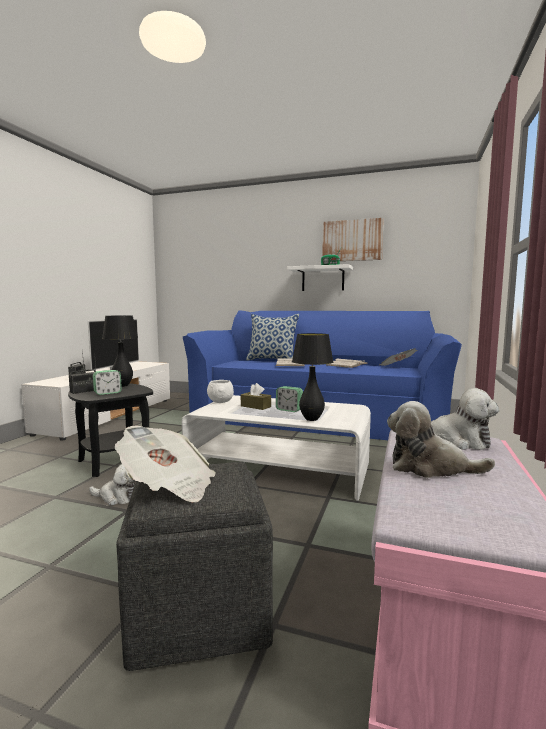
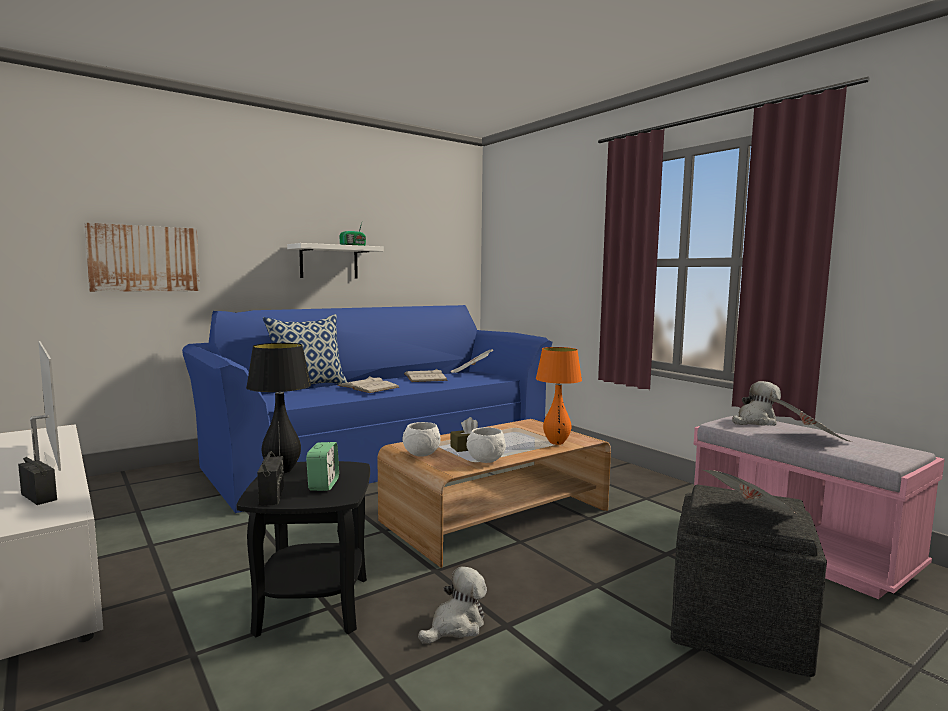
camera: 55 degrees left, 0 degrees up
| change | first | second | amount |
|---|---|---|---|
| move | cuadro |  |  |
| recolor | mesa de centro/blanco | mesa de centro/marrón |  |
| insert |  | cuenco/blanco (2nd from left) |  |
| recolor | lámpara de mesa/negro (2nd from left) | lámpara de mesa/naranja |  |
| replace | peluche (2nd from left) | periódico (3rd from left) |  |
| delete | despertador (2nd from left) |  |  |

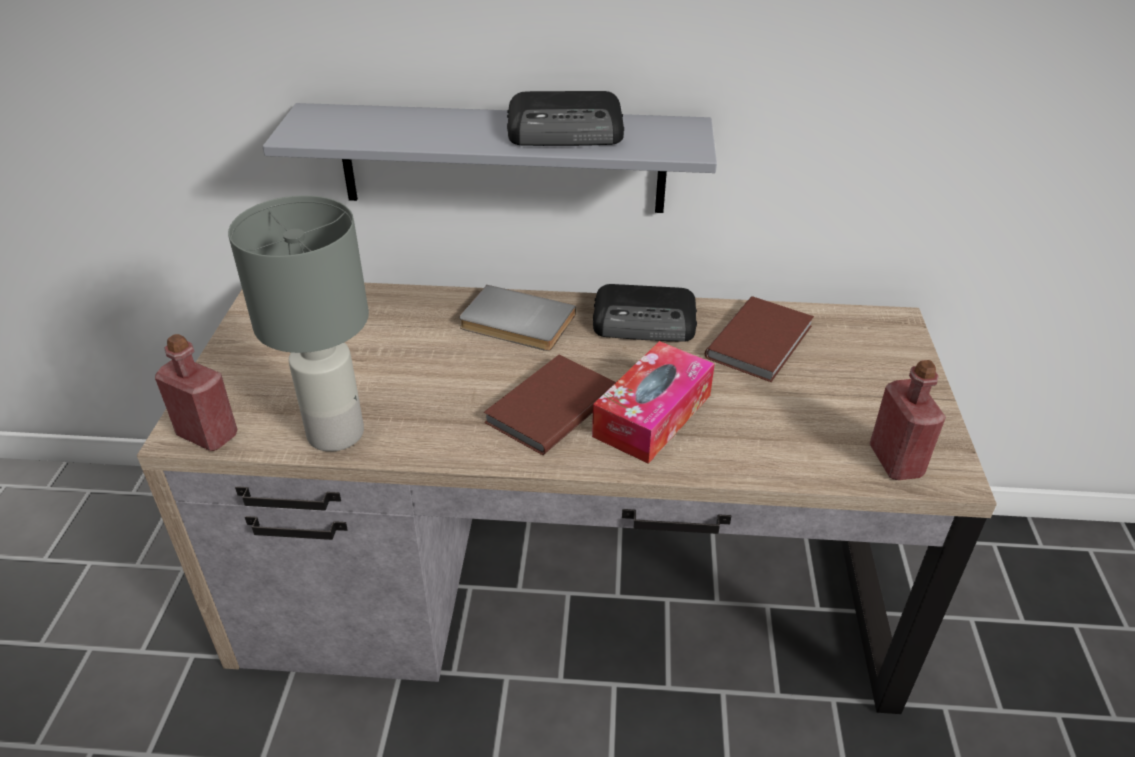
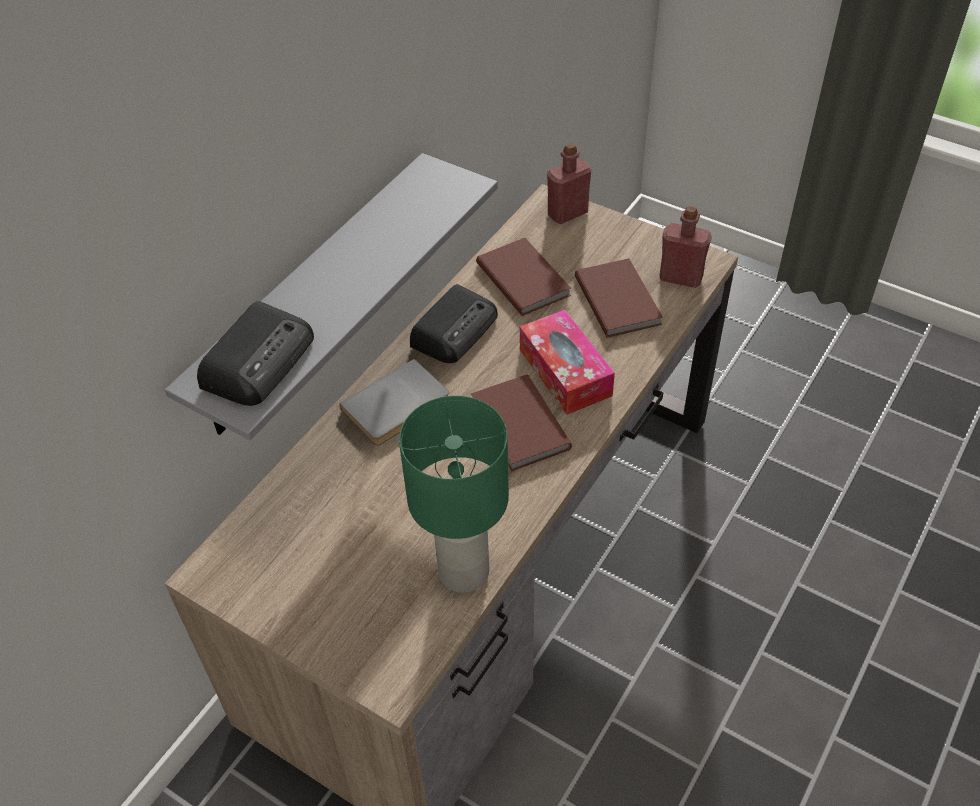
camera: 60 degrees left, 10 degrees up
| change | first | second | amount |
|---|---|---|---|
| move | radio (1st from left) |  |  |
| recolor | lámpara de mesa/gris | lámpara de mesa/verde |  |
| move | botella/rojo (1st from left) |  |  |
| insert |  | libro/marrón (3rd from left) |  |

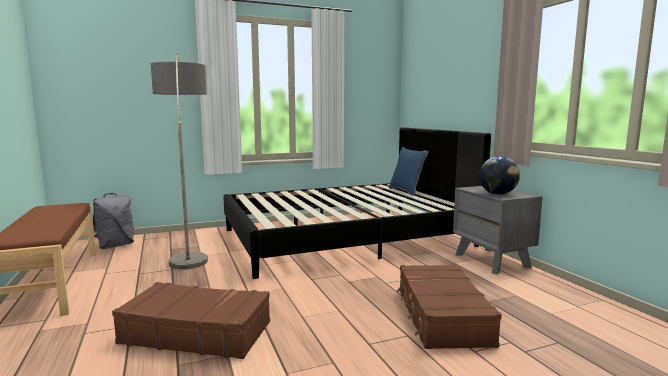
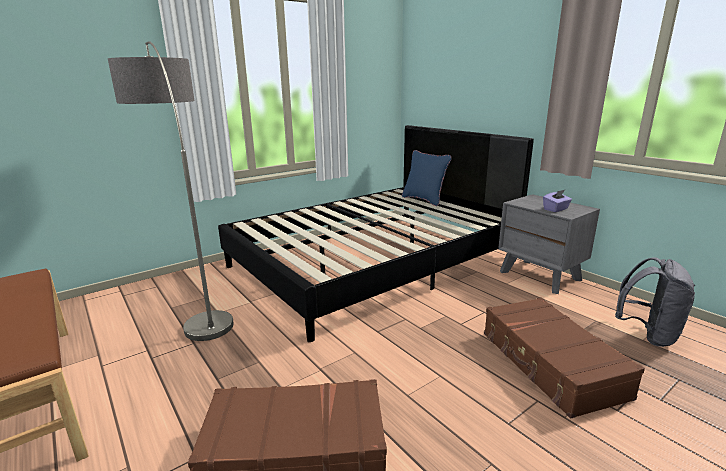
camera: 15 degrees left, 10 degrees up
| change | first | second | amount |
|---|---|---|---|
| replace | globo terráqueo | caja de pañuelos/morado |  |
| move | mochila/gris |  |  |

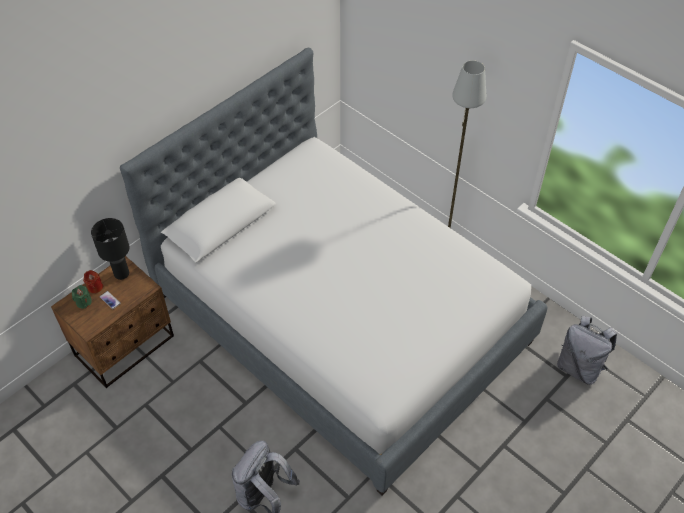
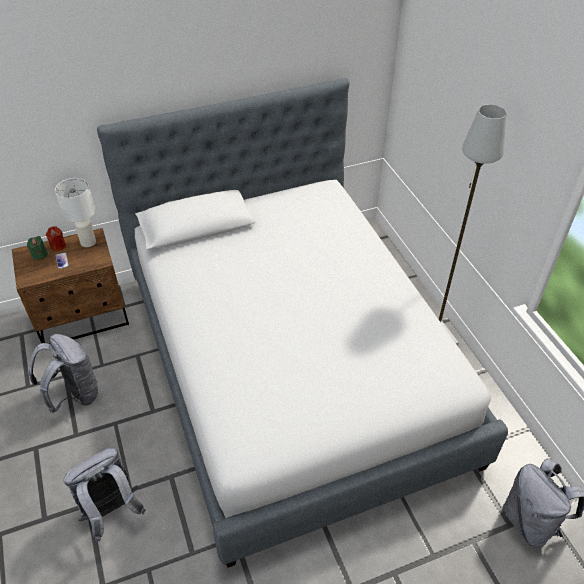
camera: 25 degrees right, 5 degrees down
| change | first | second | amount |
|---|---|---|---|
| insert |  | mochila/gris (1st from left) |  |
| recolor | lámpara de mesa/negro | lámpara de mesa/blanco |  |

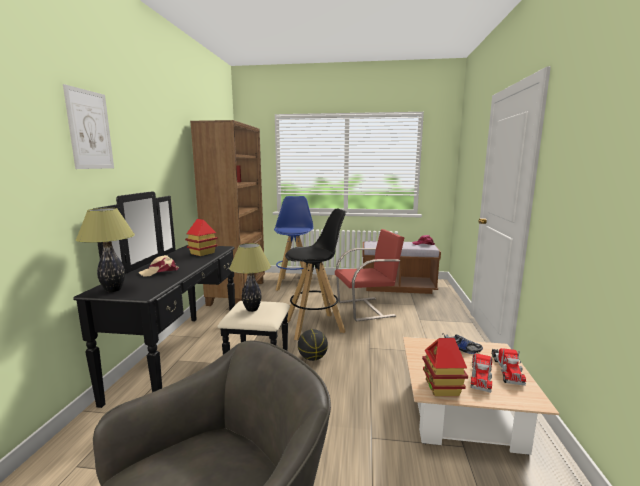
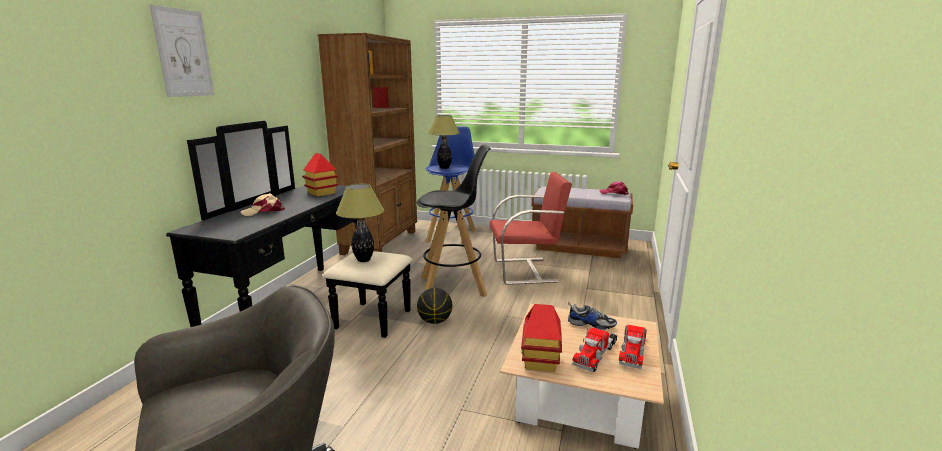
camera: 10 degrees right, 5 degrees up
| change | first | second | amount |
|---|---|---|---|
| move | lámpara de mesa (1st from left in the first image) | lámpara de mesa (2nd from left) |  |

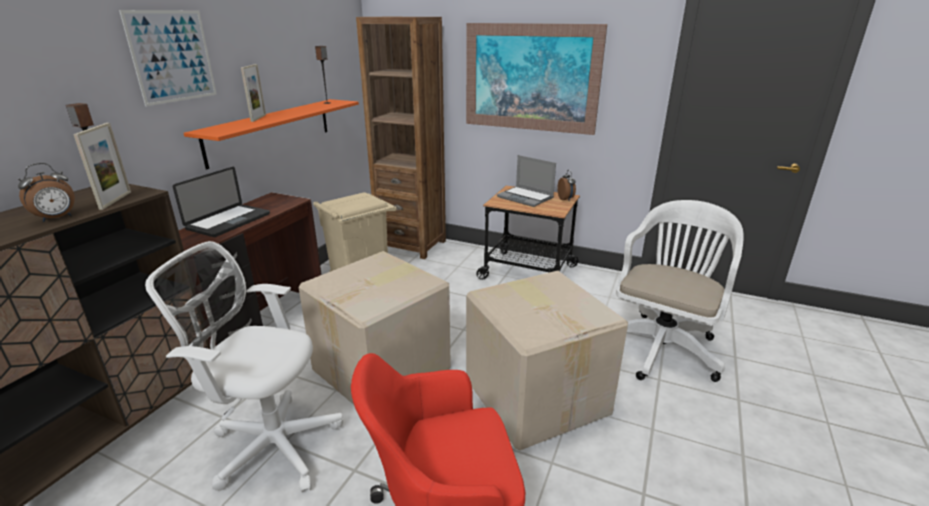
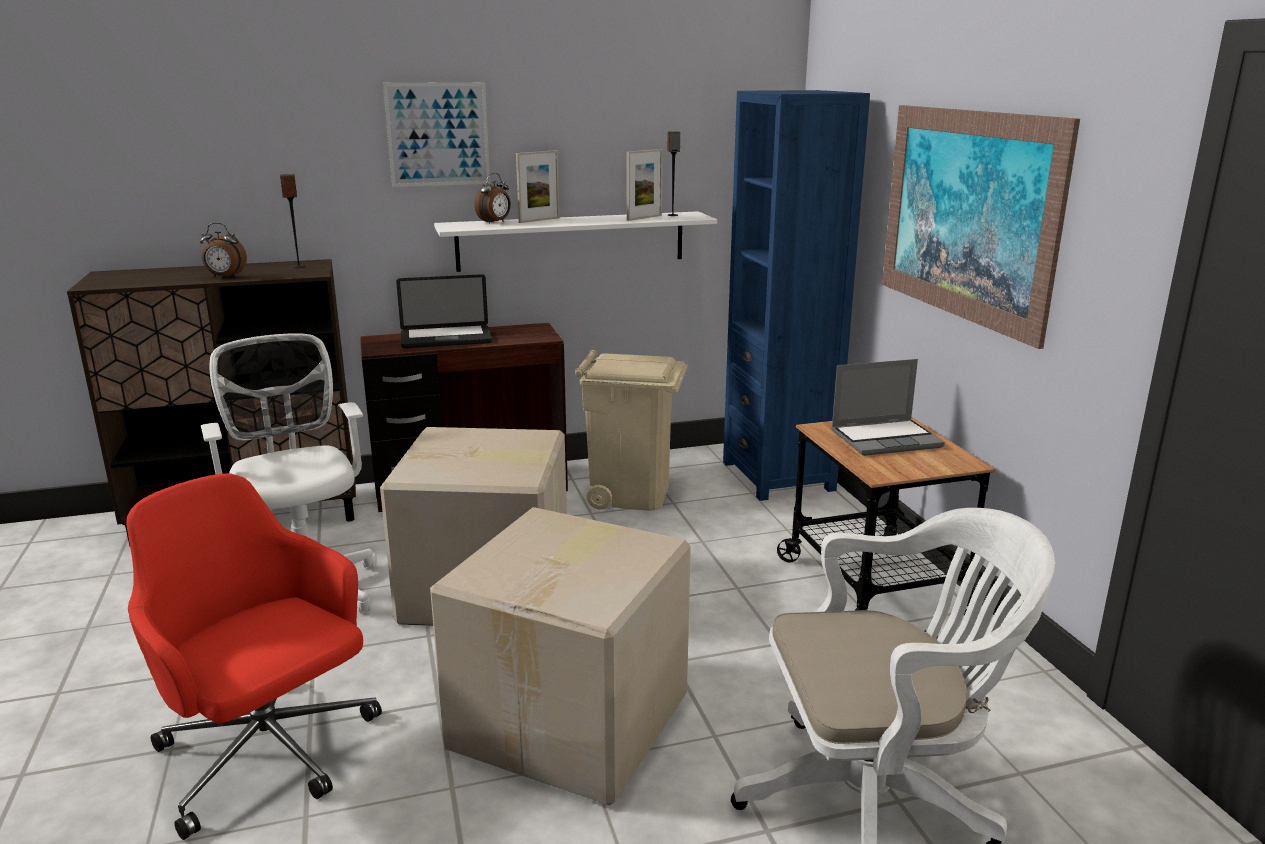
camera: 50 degrees right, 5 degrees down
| change | first | second | amount |
|---|---|---|---|
| recolor | estante/naranja | estante/blanco |  |
| move | despertador (2nd from left) |  |  |
| move | portarretratos (1st from left in the first image) | portarretratos (2nd from left) |  |
| recolor | estantería/marrón | estantería/azul |  |
| rotate | portátil (2nd from left) |  | 105 degrees counterclockwise |

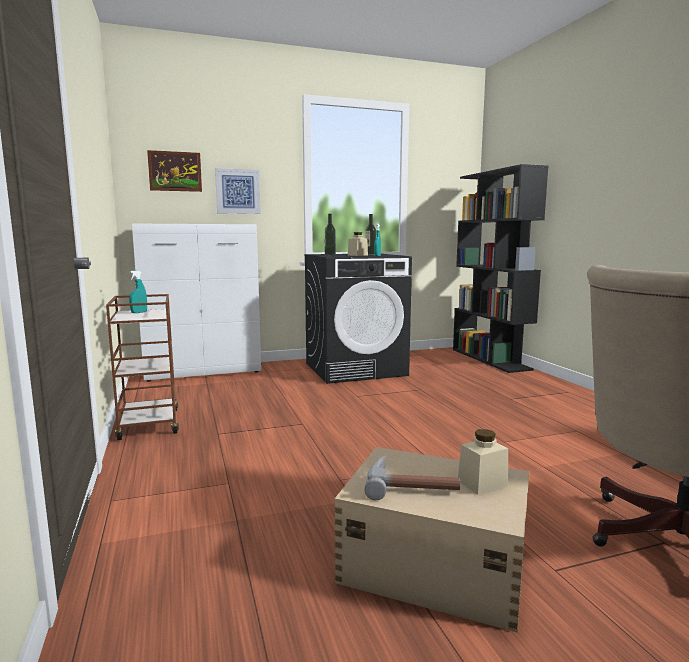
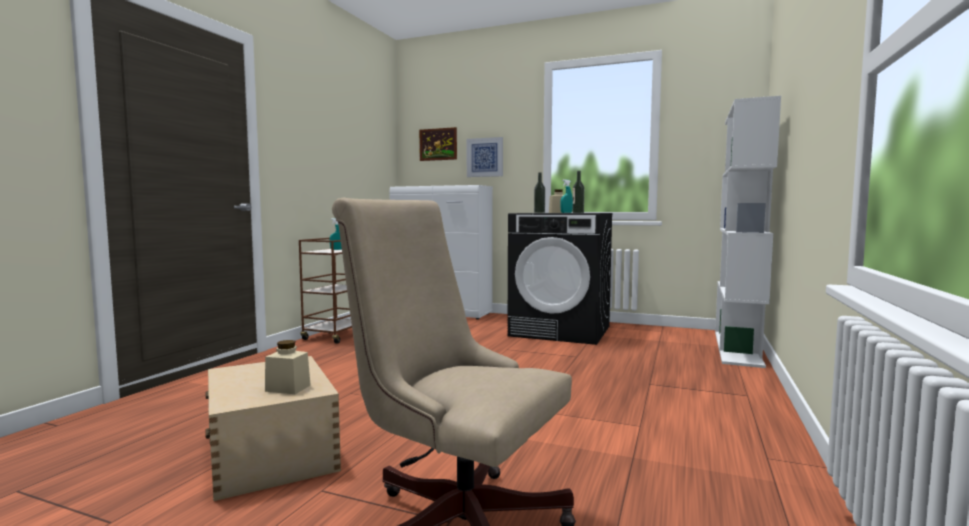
camera: 40 degrees right, 5 degrees down
| change | first | second | amount |
|---|---|---|---|
| recolor | estantería/negro | estantería/blanco |  |
| delete | martillo |  |  |

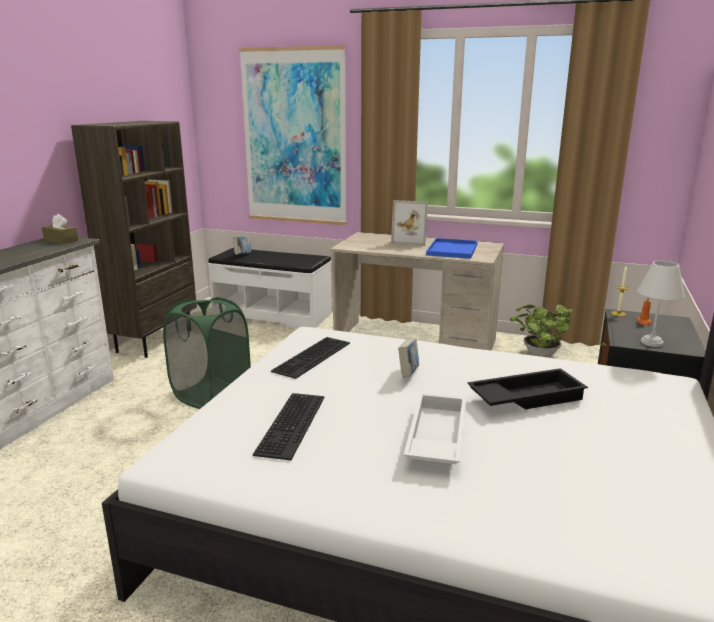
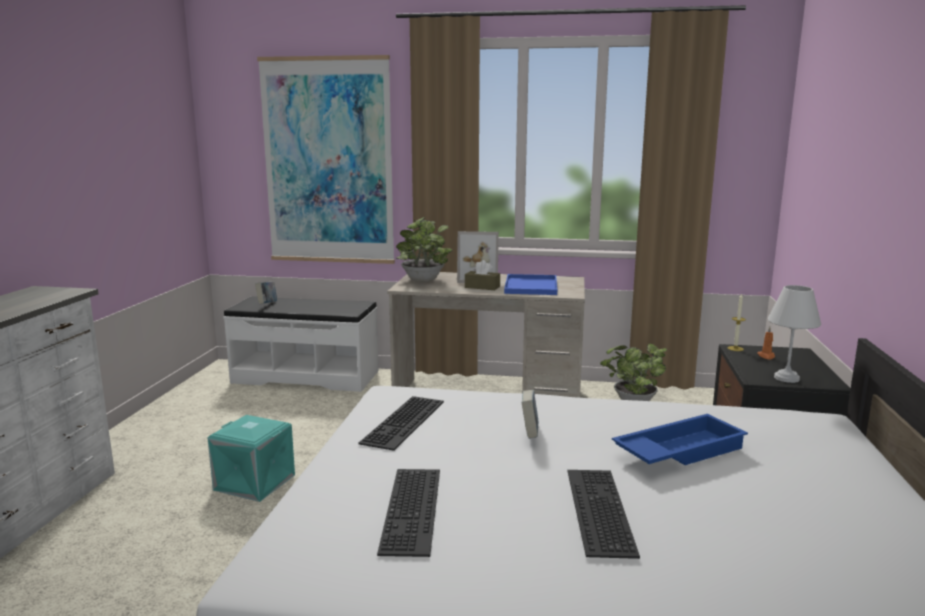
camera: 10 degrees left, 5 degrees down
| change | first | second | amount |
|---|---|---|---|
| replace | cesto de la ropa/verde | caja de almacenaje/turquesa |  |
| insert |  | planta en maceta (1st from left) |  |
| move | caja de pañuelos/marrón |  |  |
| replace | bandeja/blanco | teclado (3rd from left) |  |
| recolor | bandeja/negro | bandeja/azul (2nd from left) |  |
| delete | estantería/marrón |  |  |

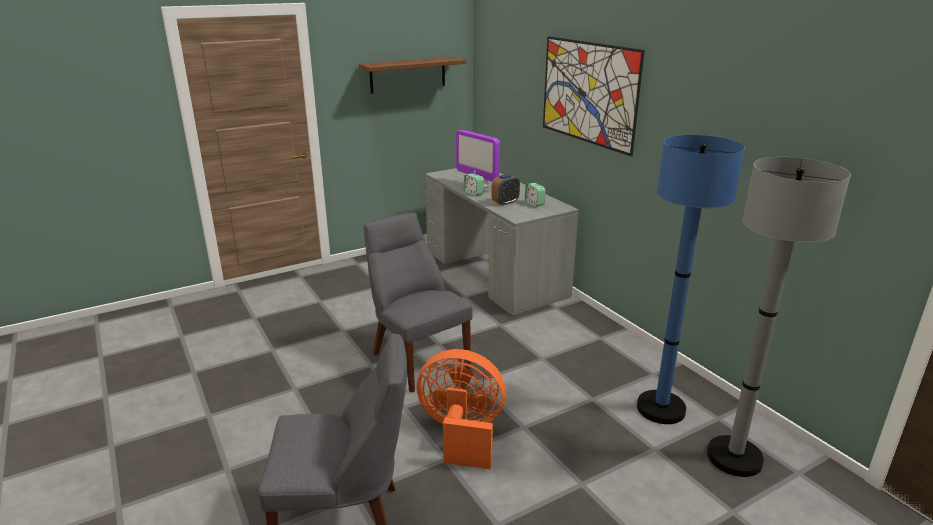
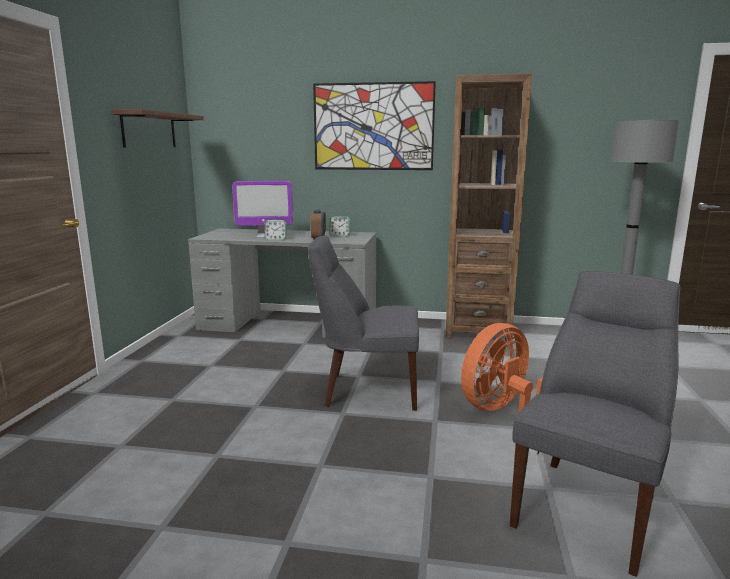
camera: 50 degrees left, 10 degrees down
| change | first | second | amount |
|---|---|---|---|
| insert |  | estantería/marrón |  |
| delete | lámpara de pie/azul |  |  |

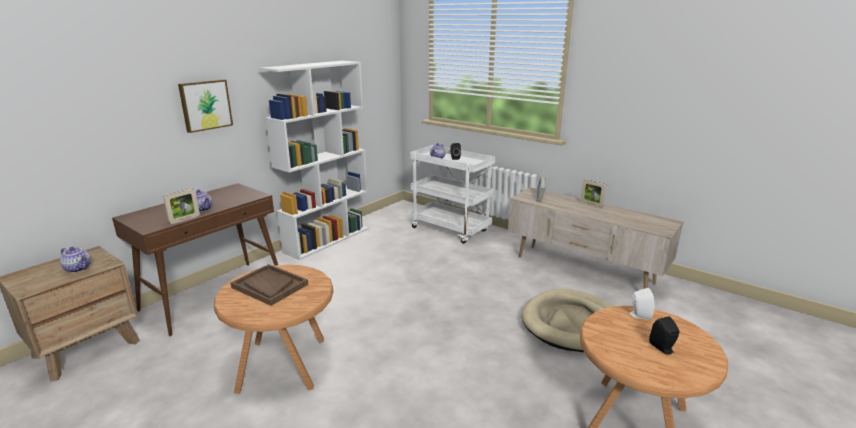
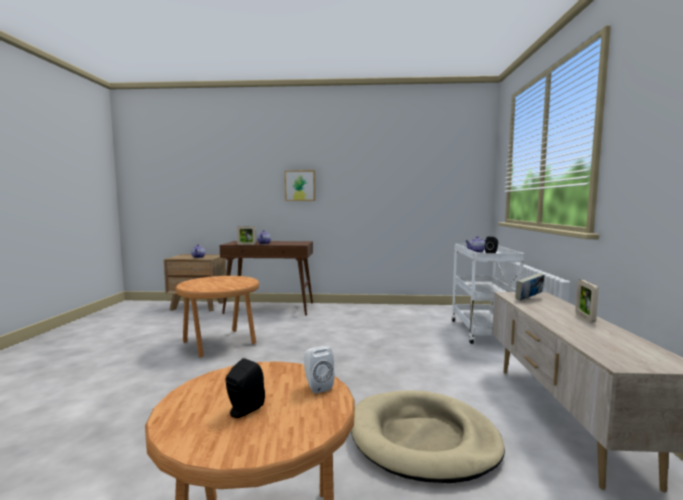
camera: 55 degrees right, 15 degrees down
| change | first | second | amount |
|---|---|---|---|
| delete | bandeja/marrón |  |  |
| delete | estantería/blanco |  |  |

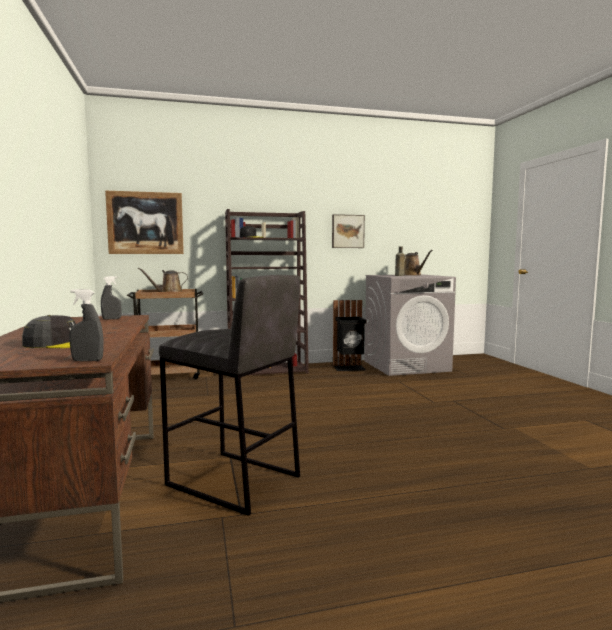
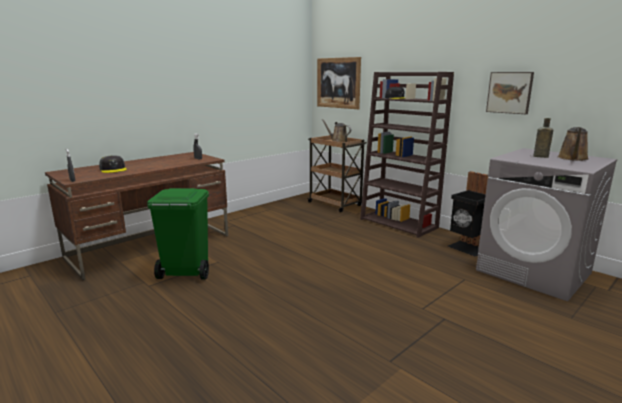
camera: 60 degrees right, 10 degrees up
| change | first | second | amount |
|---|---|---|---|
| replace | taburete/gris | papelera/verde |  |

